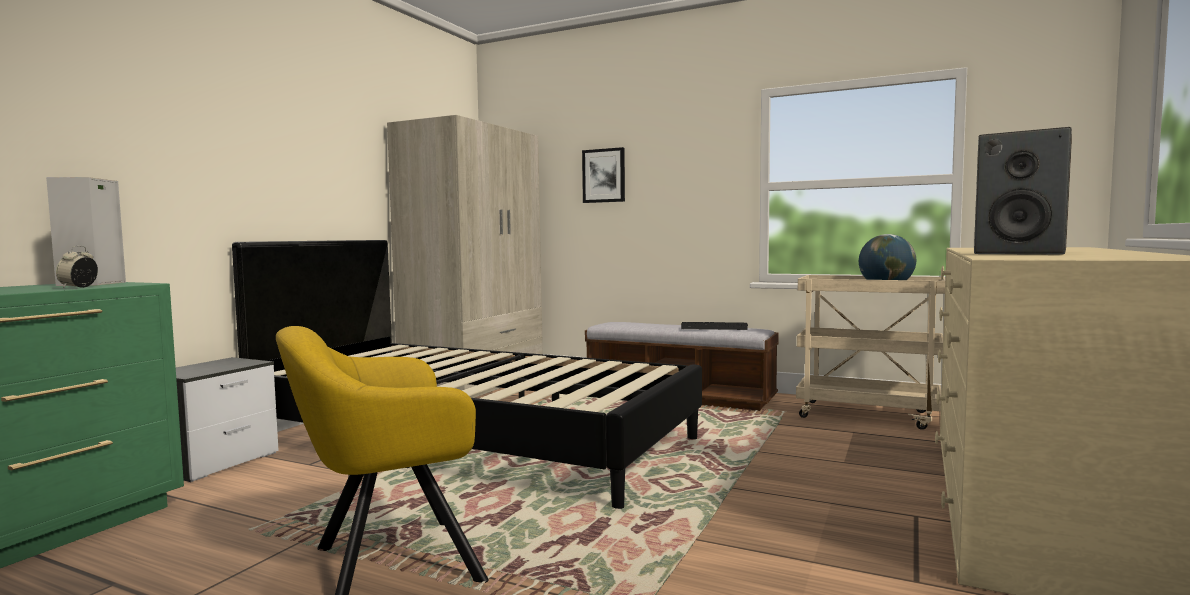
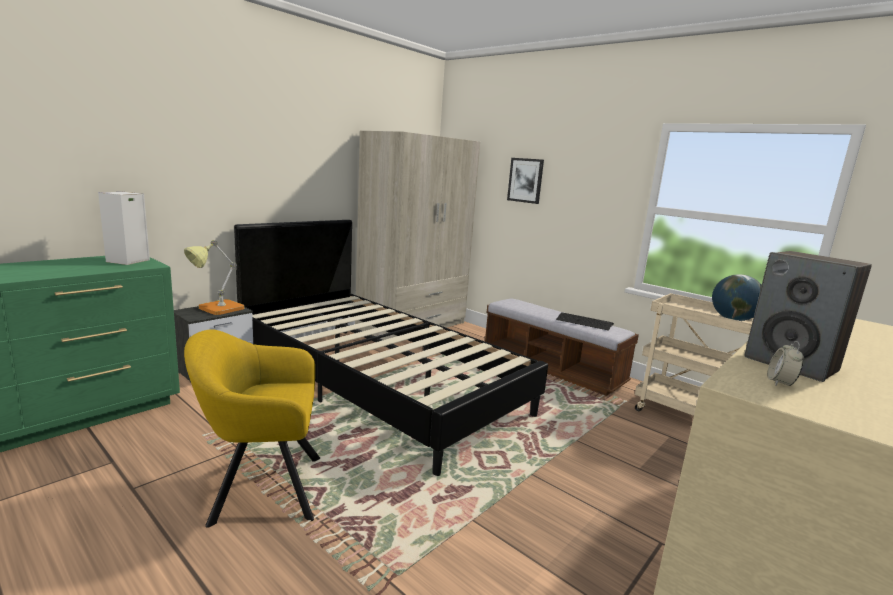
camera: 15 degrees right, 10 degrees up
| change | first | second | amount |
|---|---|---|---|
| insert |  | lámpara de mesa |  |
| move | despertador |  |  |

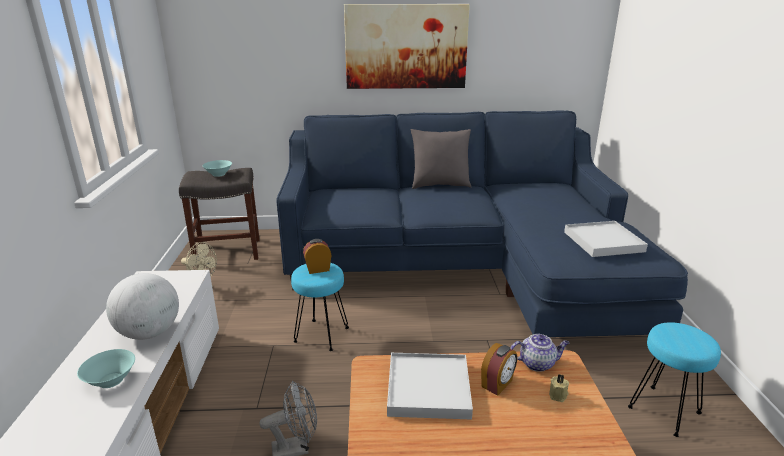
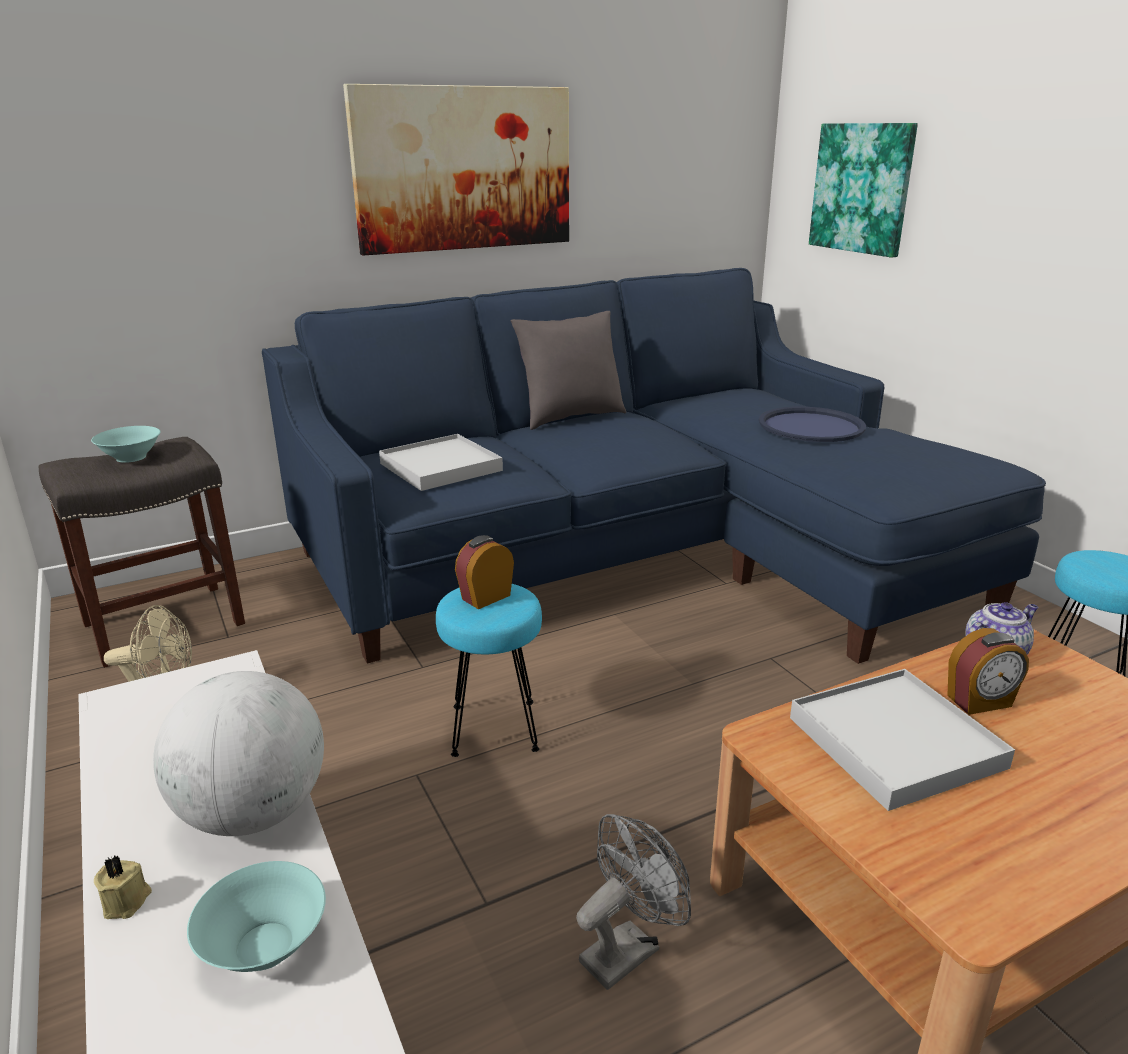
camera: 25 degrees left, 0 degrees up
| change | first | second | amount |
|---|---|---|---|
| move | vela/beis |  |  |
| move | bandeja/blanco (2nd from left in the first image) | bandeja/blanco (1st from left) |  |
| insert |  | bandeja/azul |  |
| insert |  | cuadro (2nd from left) |  |
| rotate | despertador (2nd from left) |  | 60 degrees clockwise |

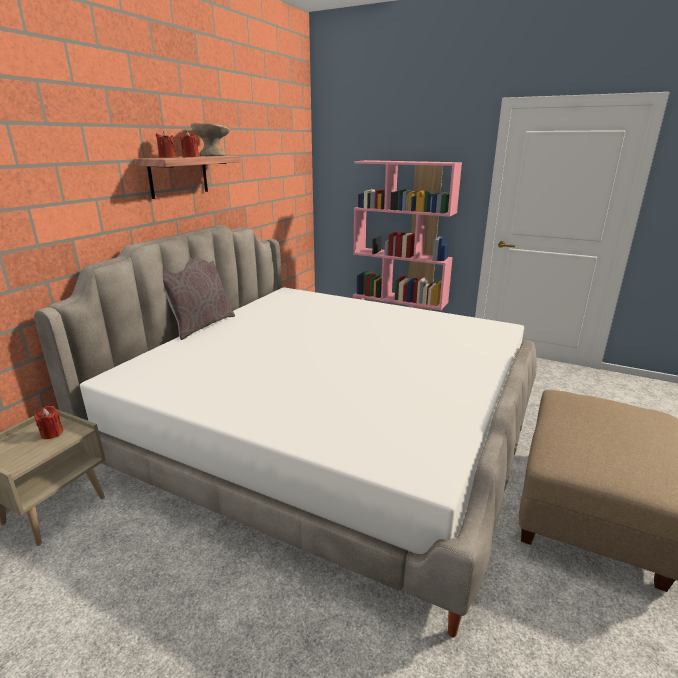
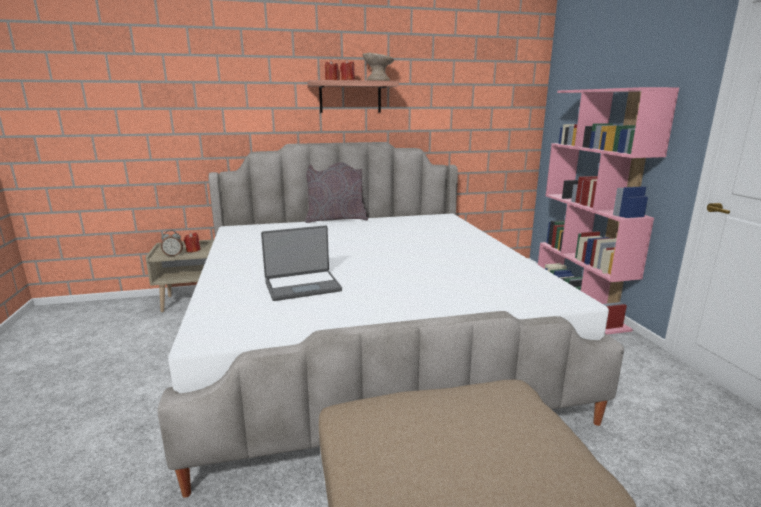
camera: 50 degrees right, 5 degrees down
| change | first | second | amount |
|---|---|---|---|
| insert |  | despertador |  |
| insert |  | portátil |  |

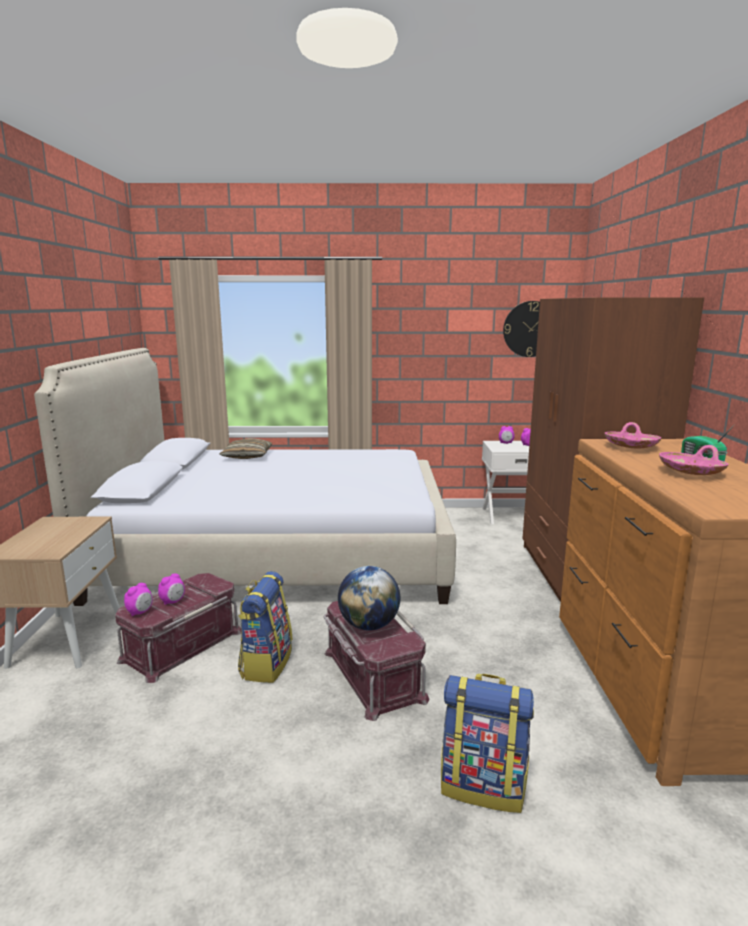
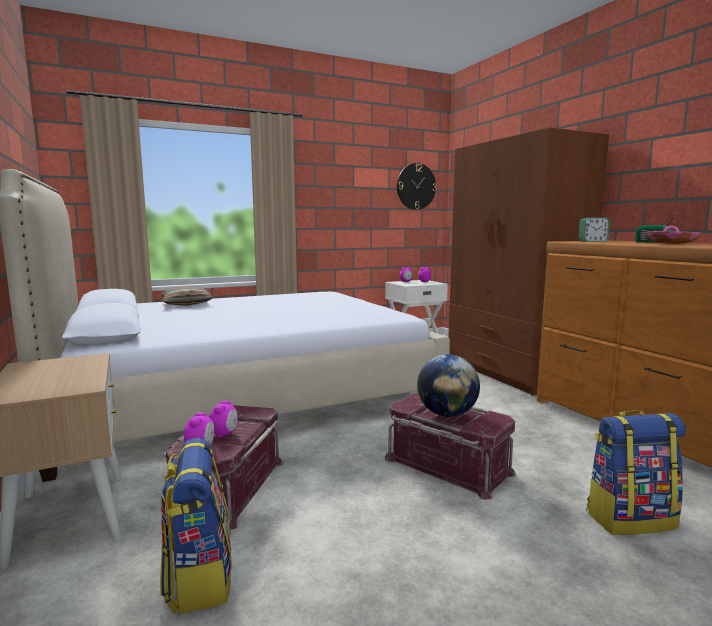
camera: 25 degrees left, 5 degrees down
| change | first | second | amount |
|---|---|---|---|
| move | mochila (1st from left) |  |  |
| replace | cuenco/rosa (1st from left) | despertador (5th from left) |  |

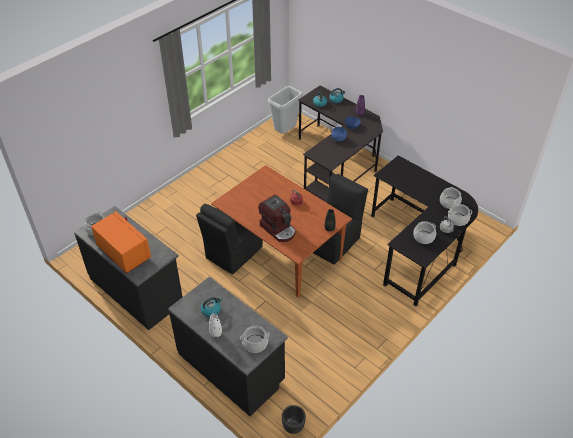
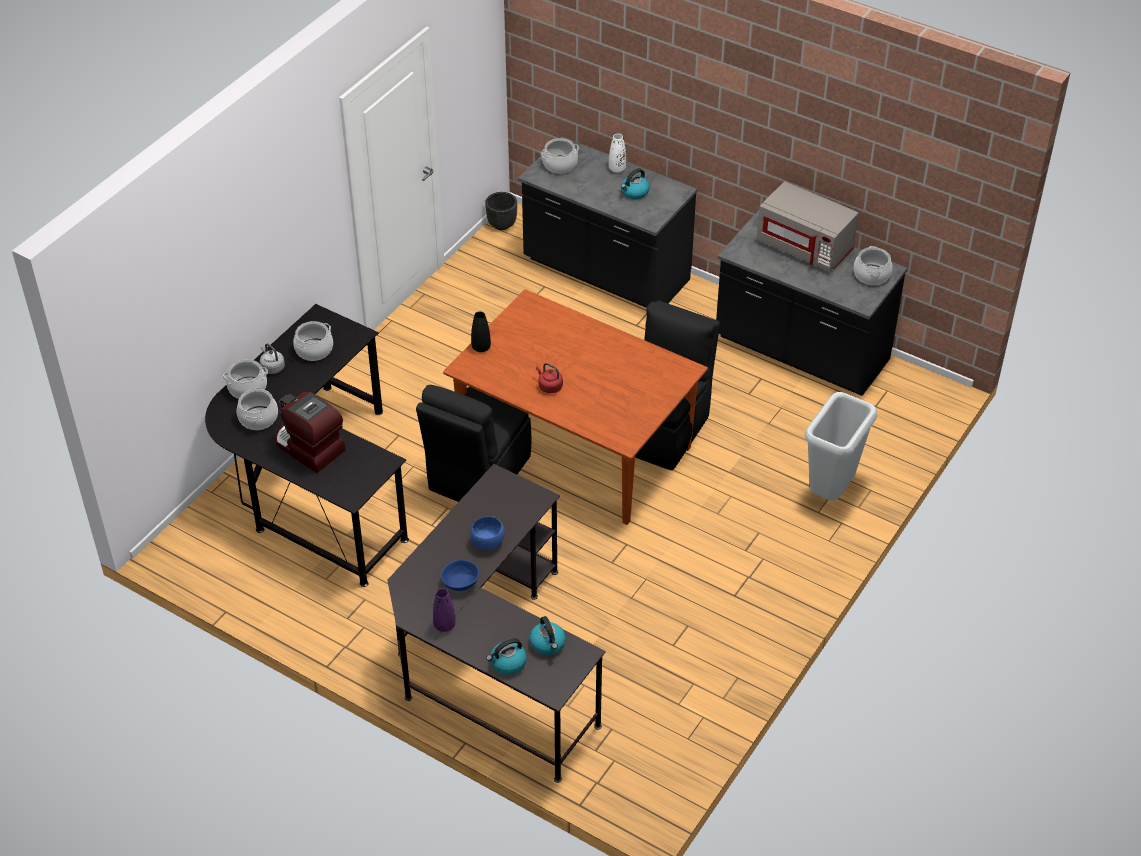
camera: 170 degrees right, 0 degrees up
| change | first | second | amount |
|---|---|---|---|
| move | cafetera |  |  |
| recolor | microondas/naranja | microondas/gris |  |
| move | papelera/gris |  |  |

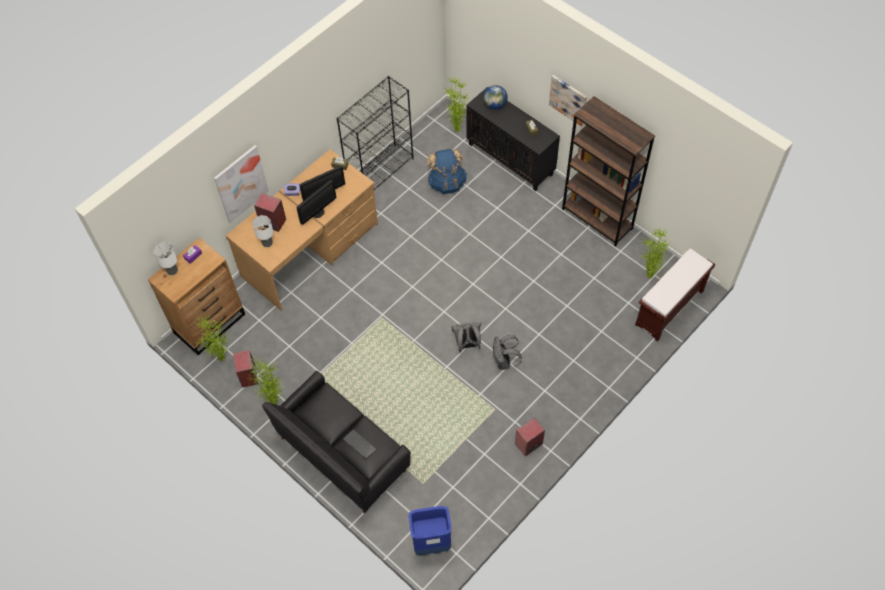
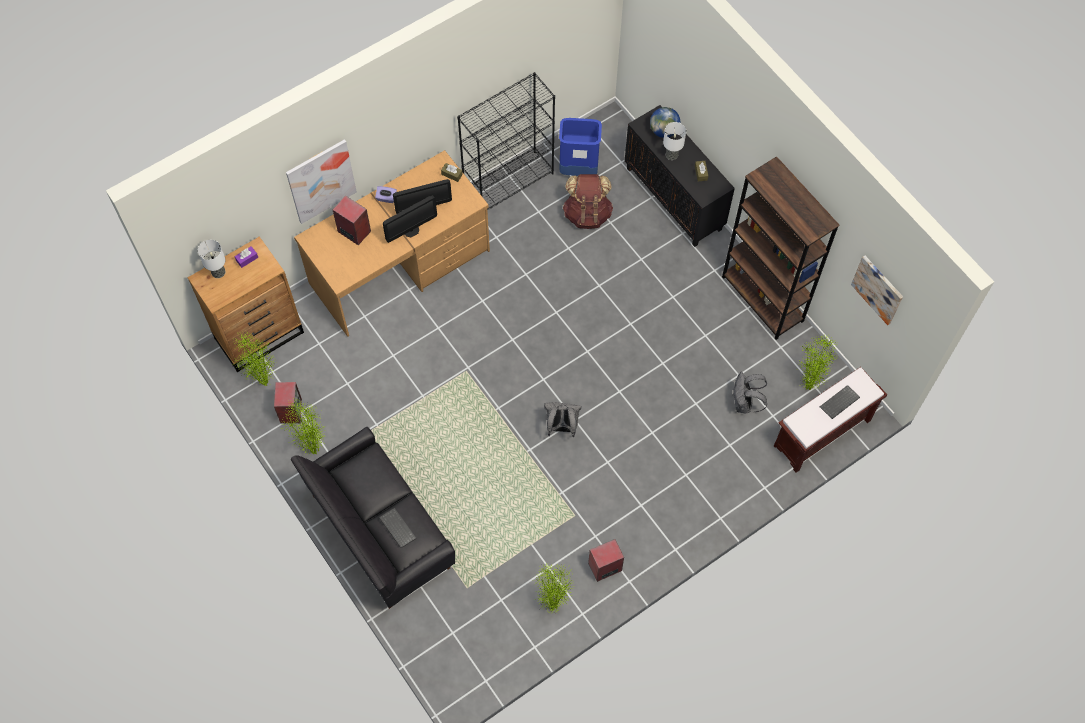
camera: 10 degrees right, 5 degrees up
| change | first | second | amount |
|---|---|---|---|
| move | planta en maceta (3rd from left) |  |  |
| move | papelera/azul |  |  |
| recolor | mochila/azul | mochila/marrón |  |
| move | lámpara de mesa (2nd from left) |  |  |
| move | mochila/gris (2nd from left) |  |  |
| insert |  | teclado (2nd from left) |  |
| move | cuadro (2nd from left) |  |  |

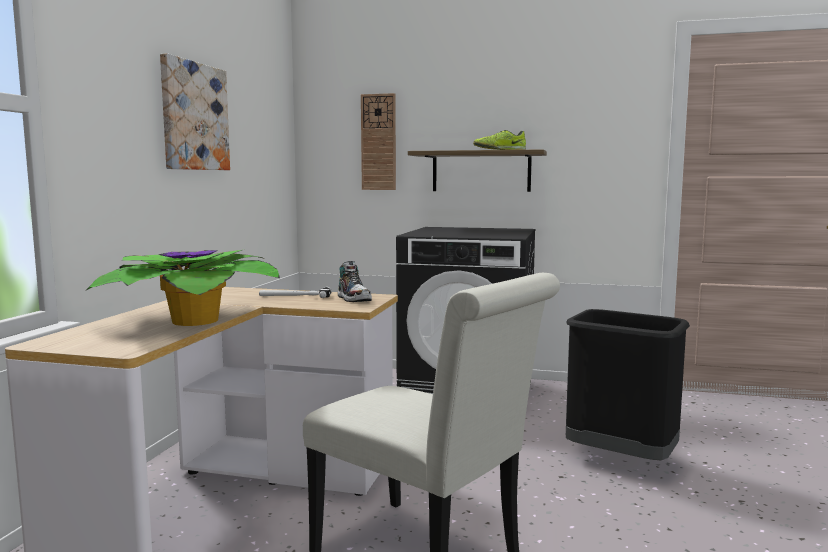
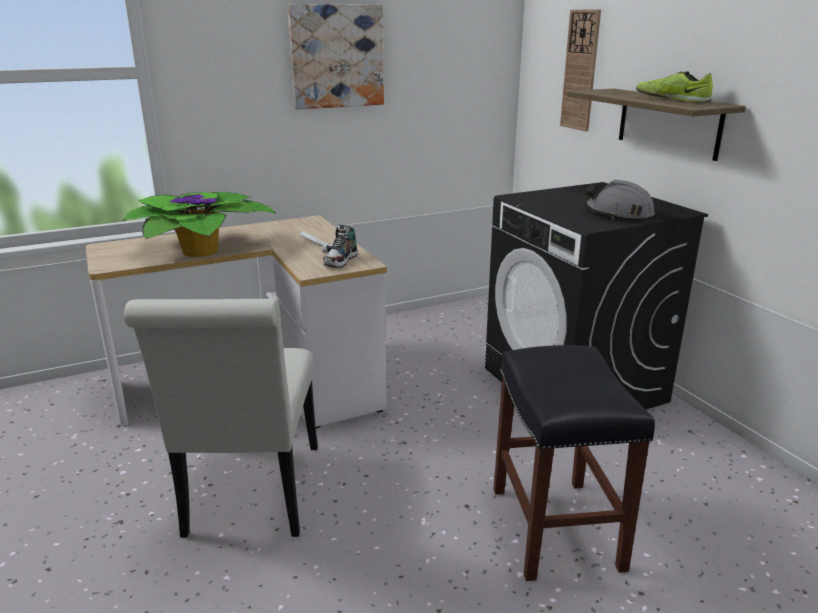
camera: 50 degrees right, 15 degrees up
| change | first | second | amount |
|---|---|---|---|
| replace | papelera/negro | taburete/negro |  |
| insert |  | casco/gris |  |

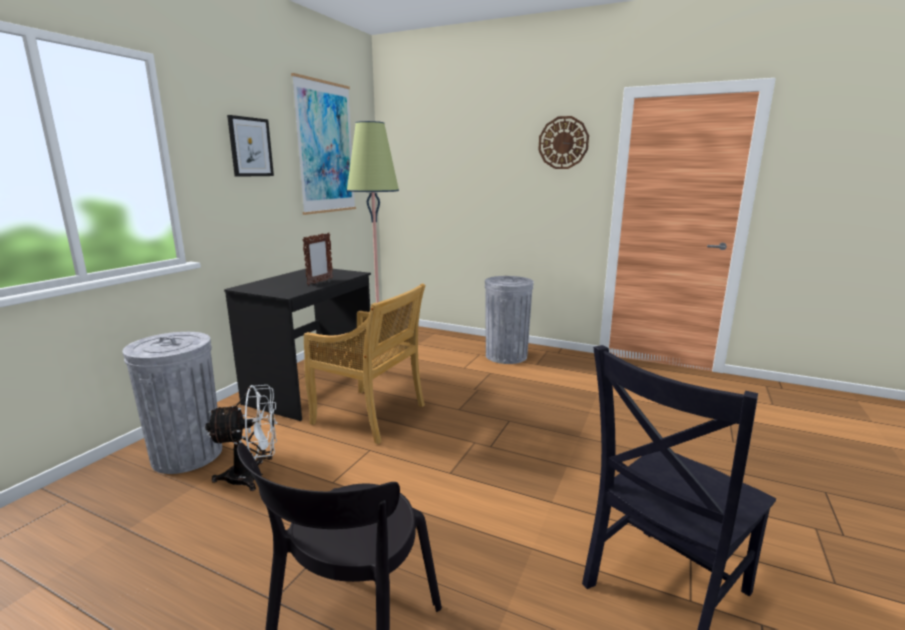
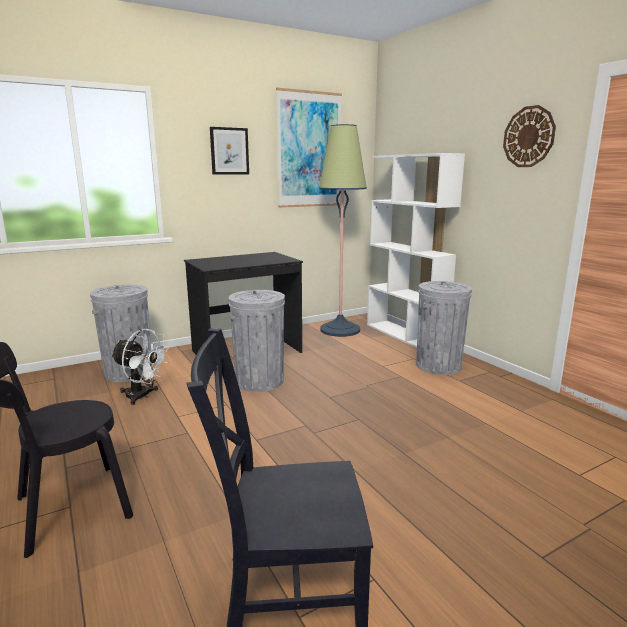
camera: 35 degrees right, 0 degrees up
| change | first | second | amount |
|---|---|---|---|
| replace | silla/beis | papelera/gris (2nd from left) |  |
| insert |  | estantería/blanco |  |
| delete | portarretratos |  |  |

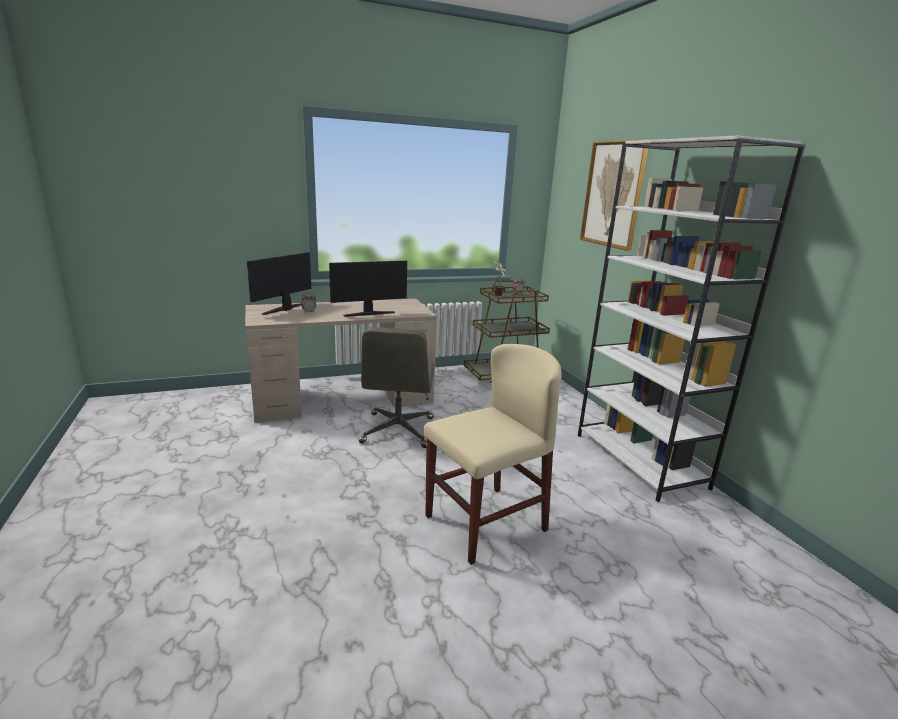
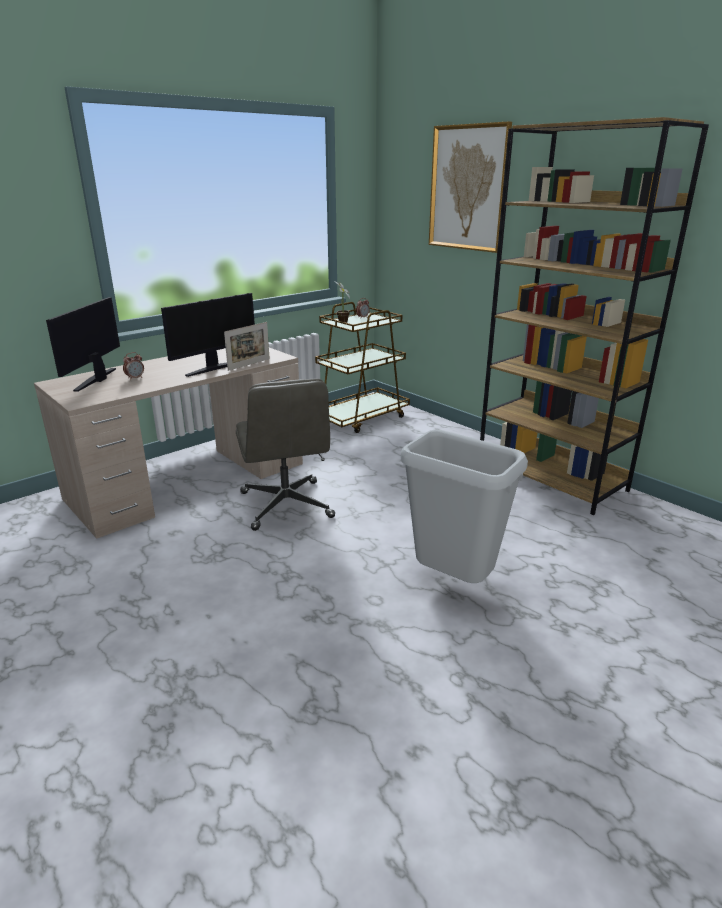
camera: 20 degrees left, 5 degrees up
| change | first | second | amount |
|---|---|---|---|
| insert |  | portarretratos |  |
| replace | silla/beis | papelera/gris |  |
| recolor | estantería/blanco | estantería/marrón |  |

